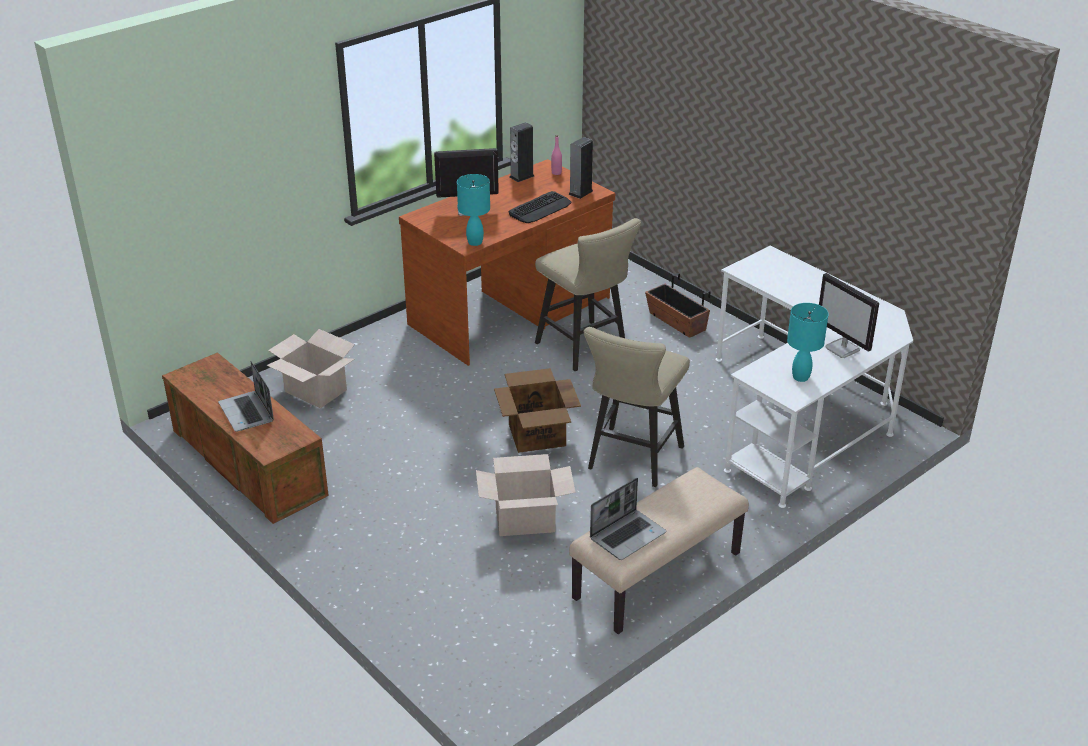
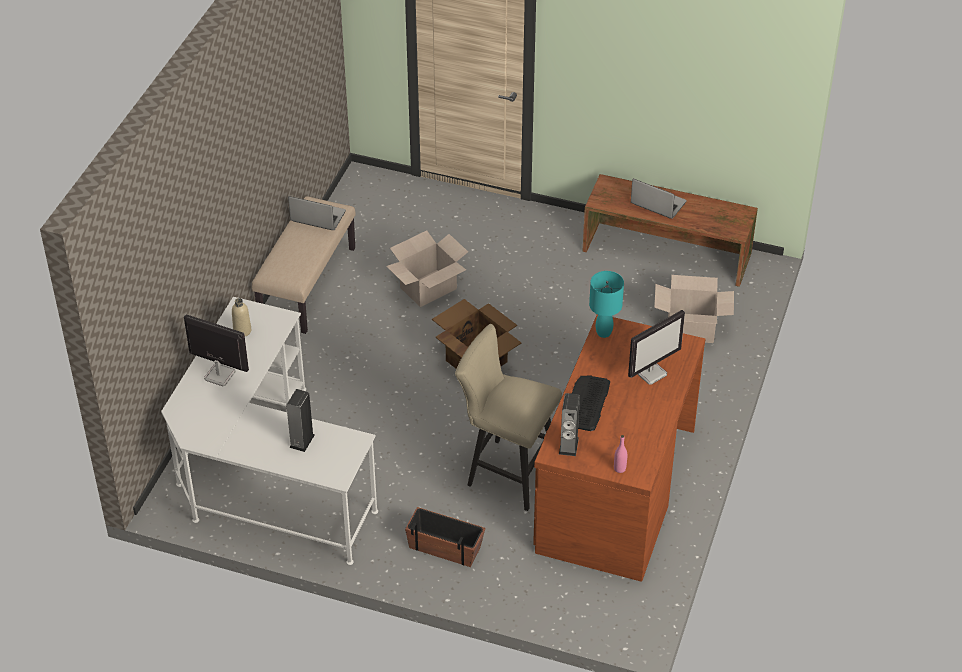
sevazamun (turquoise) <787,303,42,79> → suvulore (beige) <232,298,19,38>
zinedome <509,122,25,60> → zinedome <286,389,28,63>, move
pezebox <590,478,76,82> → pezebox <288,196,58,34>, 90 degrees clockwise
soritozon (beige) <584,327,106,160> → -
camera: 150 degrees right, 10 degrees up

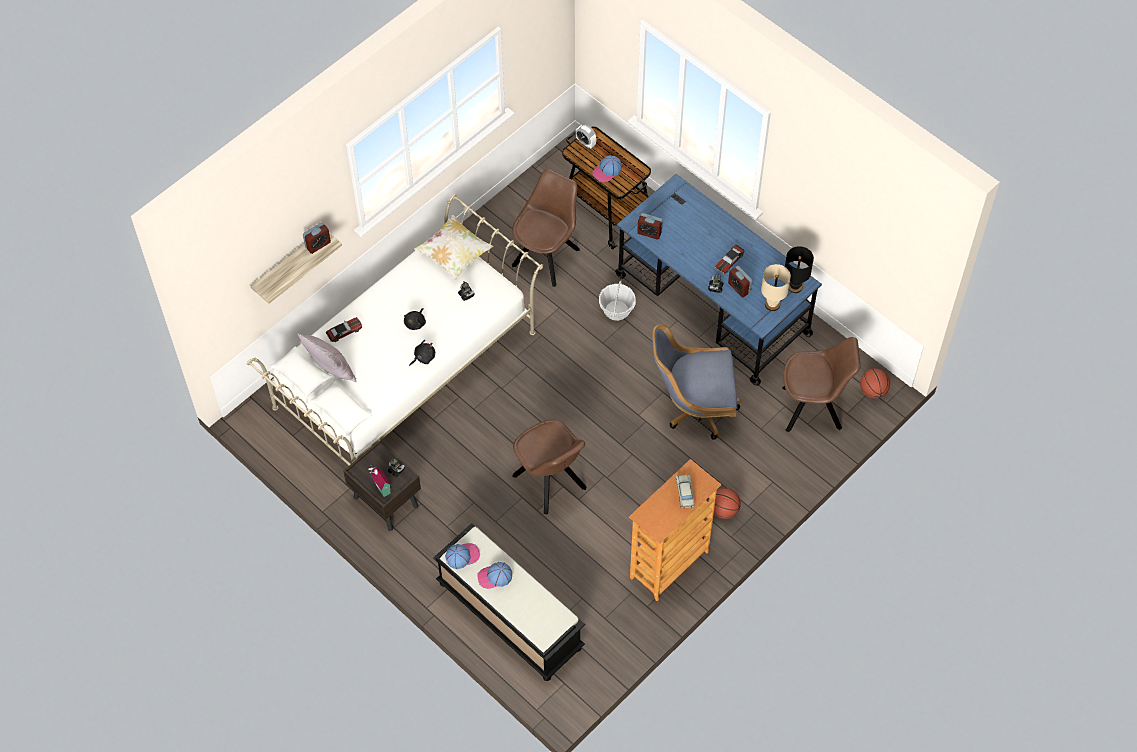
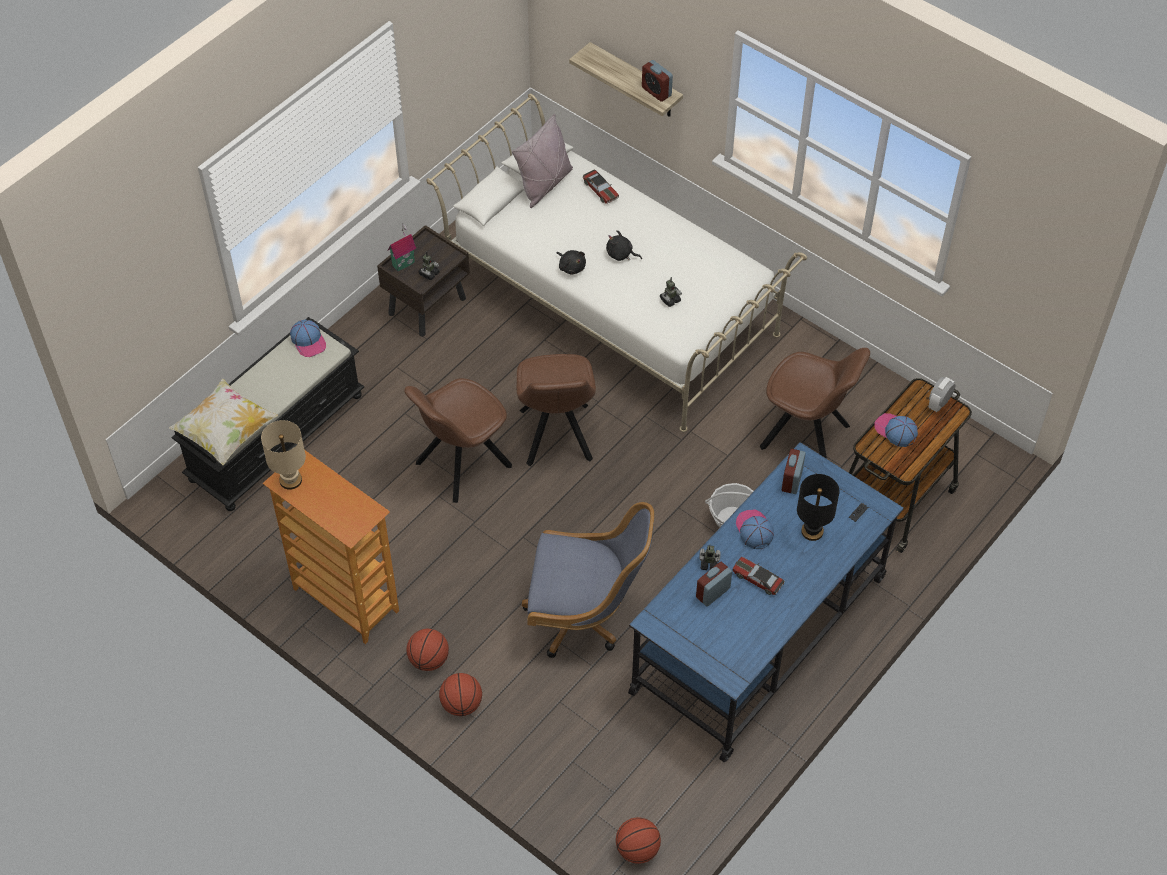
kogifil <414,215,80,65> → kogifil <169,379,109,86>, move
sevazamun (beige) <761,264,30,47> → sevazamun (beige) <261,420,45,70>, move
- → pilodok <439,673,43,43>
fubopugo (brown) <782,337,79,95> → fubopugo (brown) <517,354,79,112>, move
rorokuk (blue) <652,324,89,116> → rorokuk (blue) <522,502,132,156>, 105 degrees clockwise
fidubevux <478,562,34,27> → fidubevux <736,509,38,40>, move
sevazamun (black) <785,246,29,47> → sevazamun (black) <797,474,43,67>, move
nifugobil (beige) <675,474,20,34> → -
camera: 85 degrees right, 5 degrees down

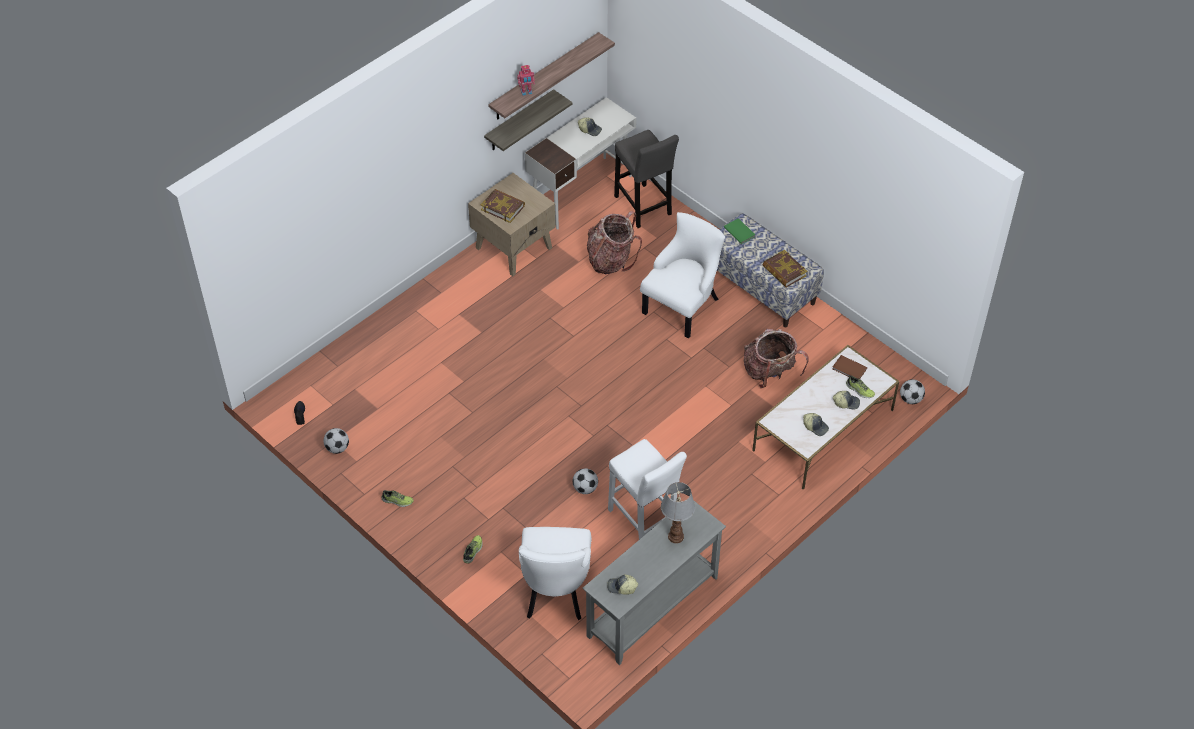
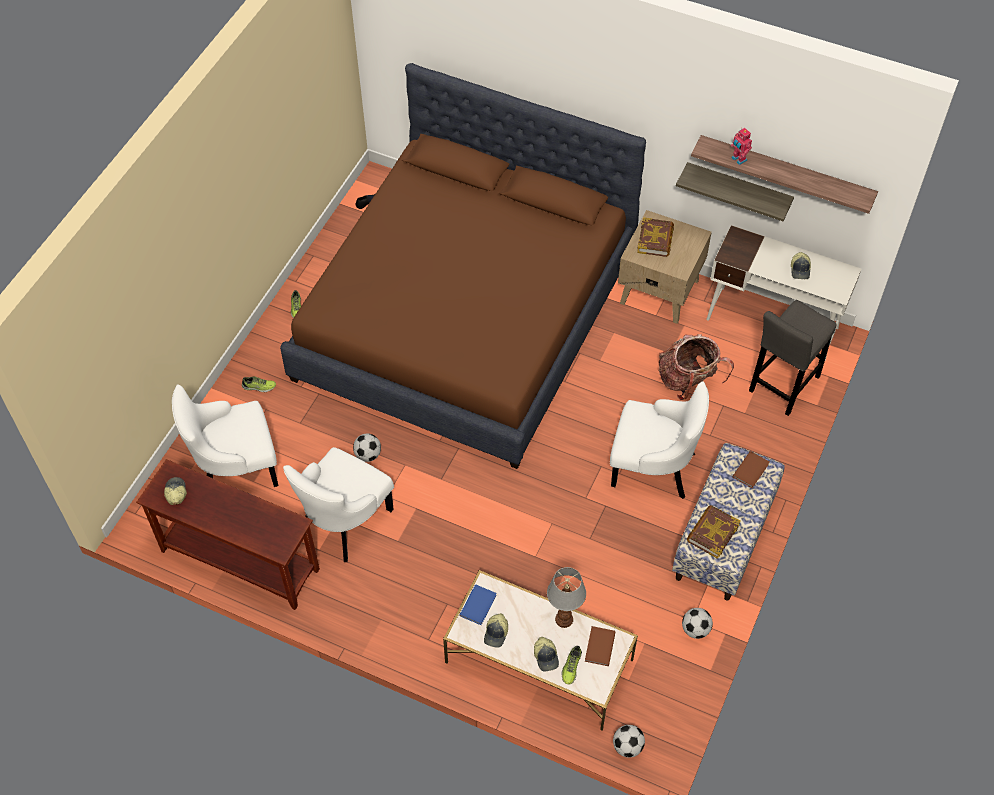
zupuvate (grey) <582,501,144,164> → zupuvate (brown) <136,459,184,151>
- → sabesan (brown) <280,63,366,406>
soritozon (white) <608,439,79,101> → fubopugo (white) <283,447,111,115>
- → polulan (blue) <459,585,38,40>
sevazamun <661,482,34,62> → sevazamun <547,567,39,61>, move
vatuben <324,428,25,26> → vatuben <682,608,31,31>, move
polulan (green) <724,218,31,26> → polulan (brown) <732,451,38,37>
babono <744,329,65,59> → -
camera: 70 degrees right, 5 degrees up

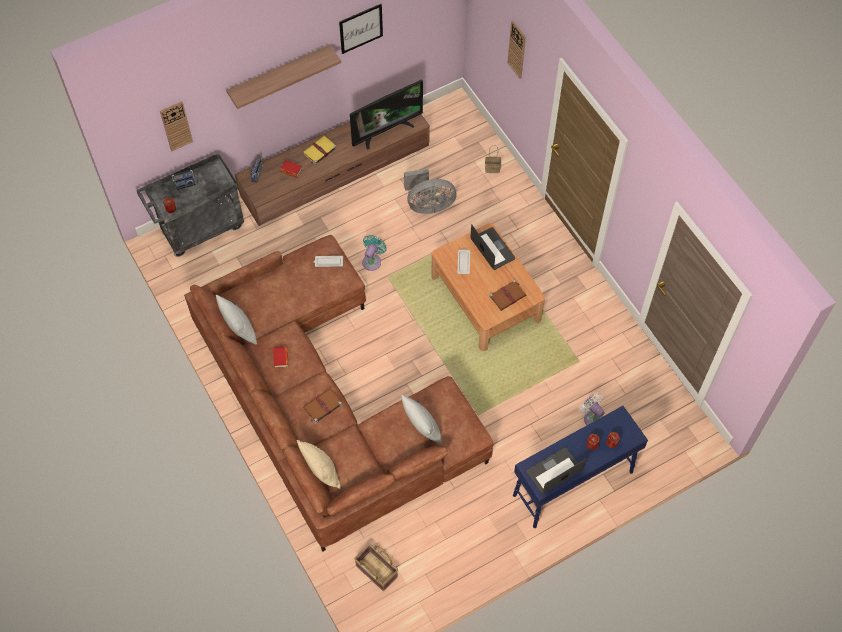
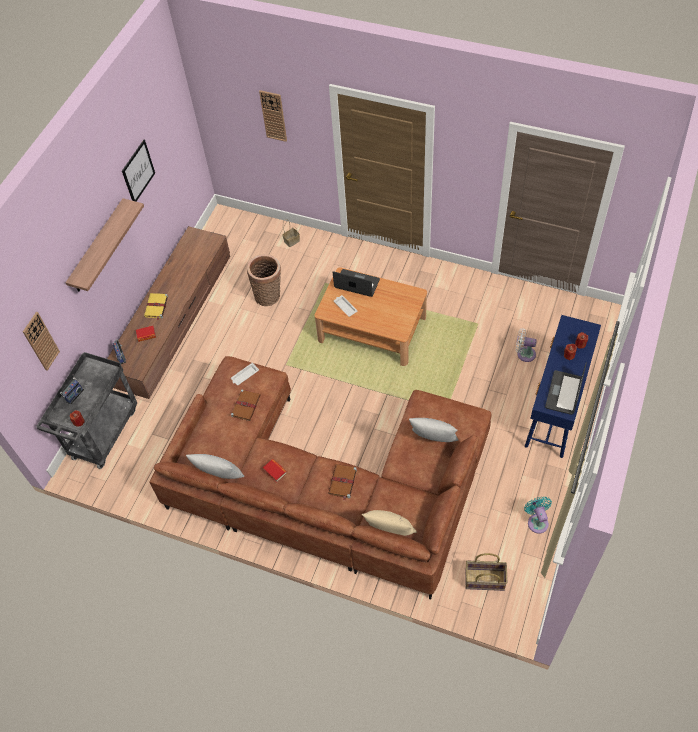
polulan (brown) <489,280,37,31> → polulan (brown) <231,390,29,31>, move
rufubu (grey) <404,169,53,45> → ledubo <247,254,34,52>
rufubu (turquoise) <362,235,25,36> → rufubu (turquoise) <524,497,28,37>, move
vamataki <350,79,73,71> → -
camera: 35 degrees left, 5 degrees down

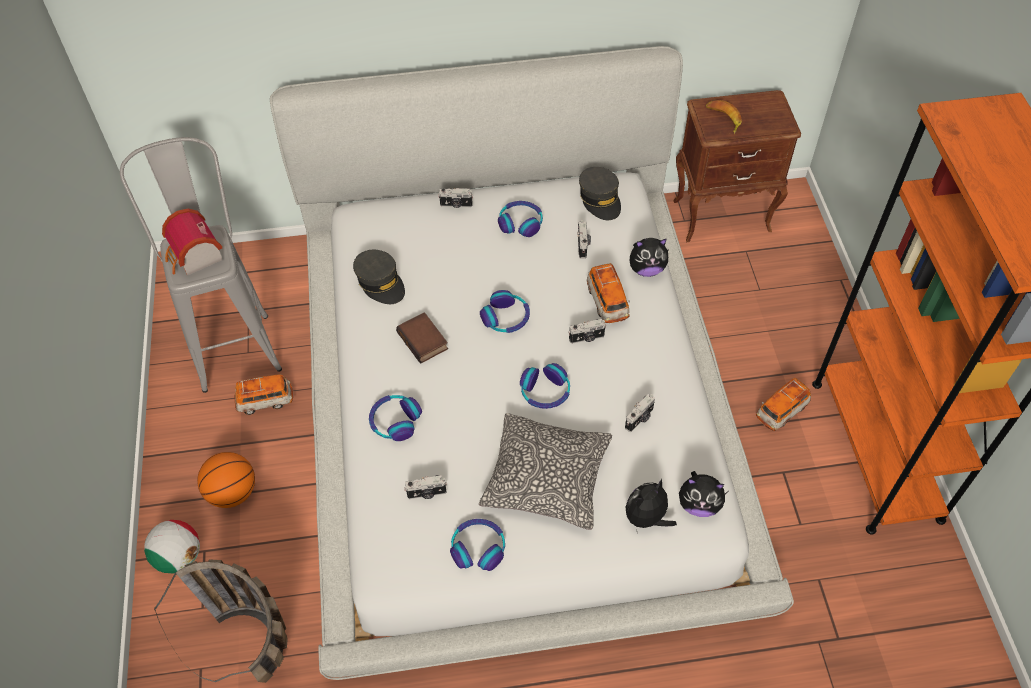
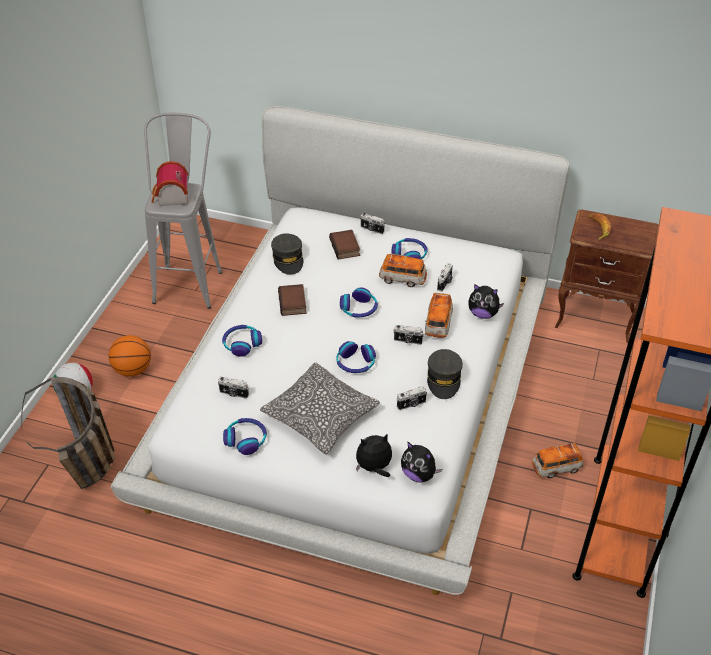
- → polulan <329,230,31,30>
nifugobil <234,374,59,41> → nifugobil <379,254,48,33>, move
fidubevux (grey) <579,167,42,53> → fidubevux (grey) <427,349,36,50>, move
camera: 25 degrees right, 10 degrees down

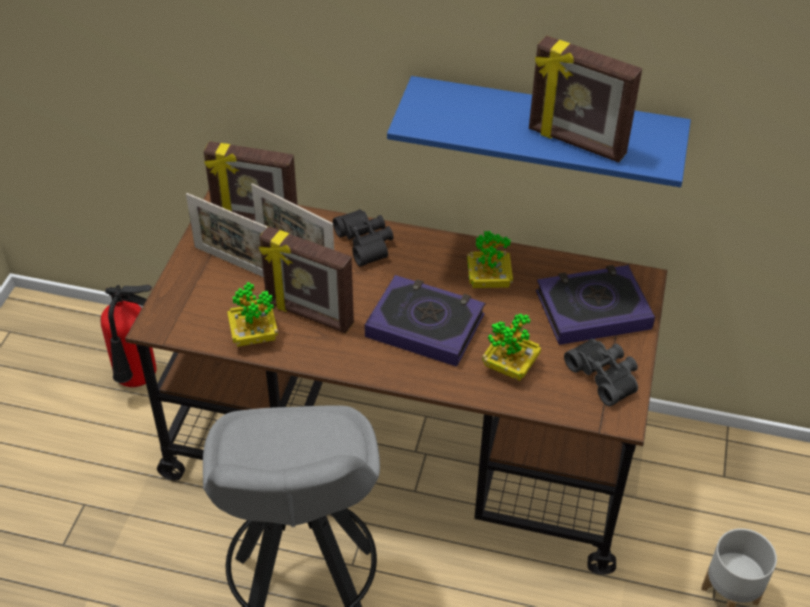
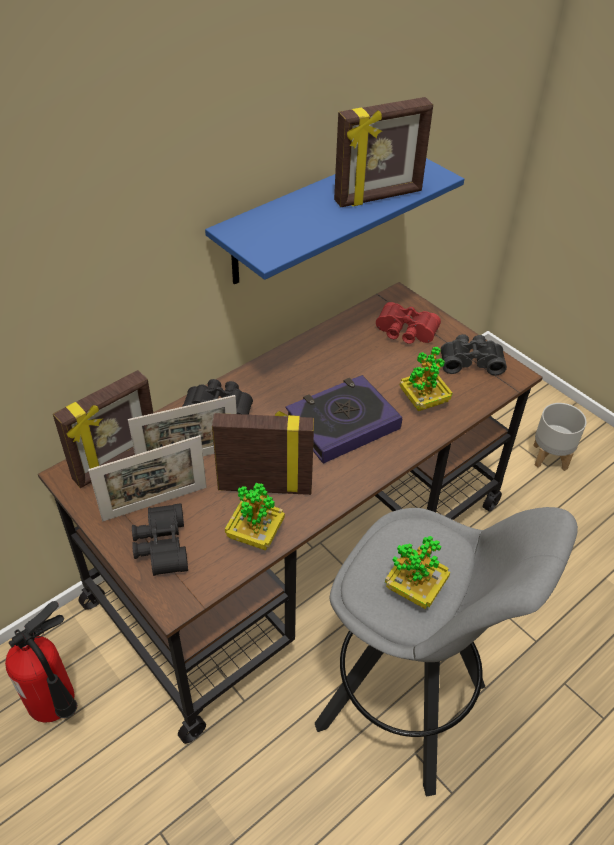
- → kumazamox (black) <132,503,56,73>
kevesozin <259,226,95,108> → kevesozin <212,411,102,84>, 150 degrees counterclockwise
polulan <536,265,119,80> → kumazamox (red) <376,302,65,42>
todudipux <467,231,46,57> → todudipux <385,536,65,73>, move
camera: 55 degrees left, 0 degrees up

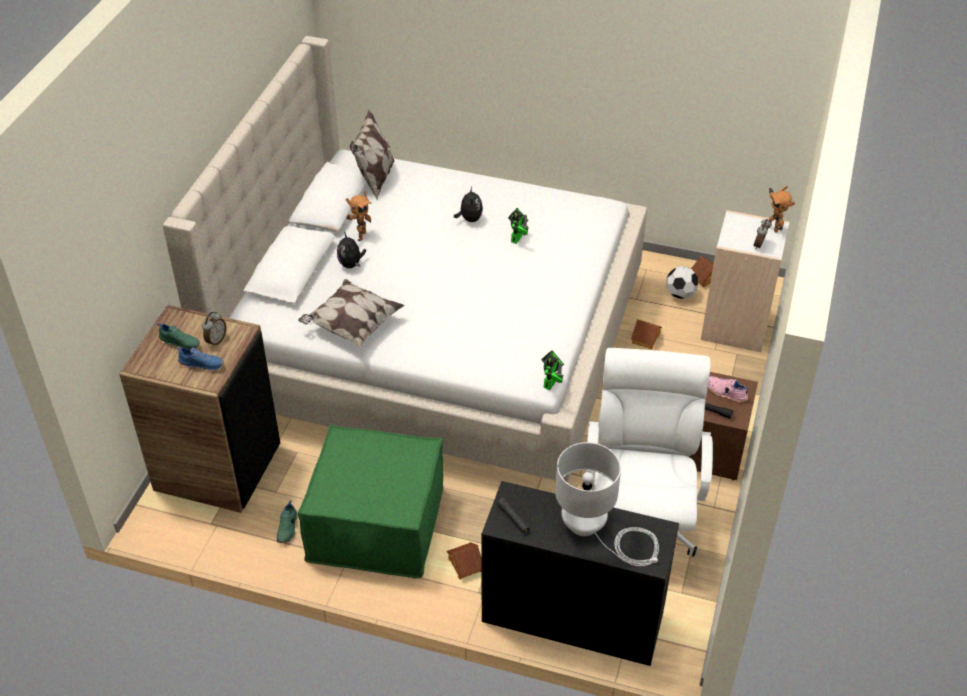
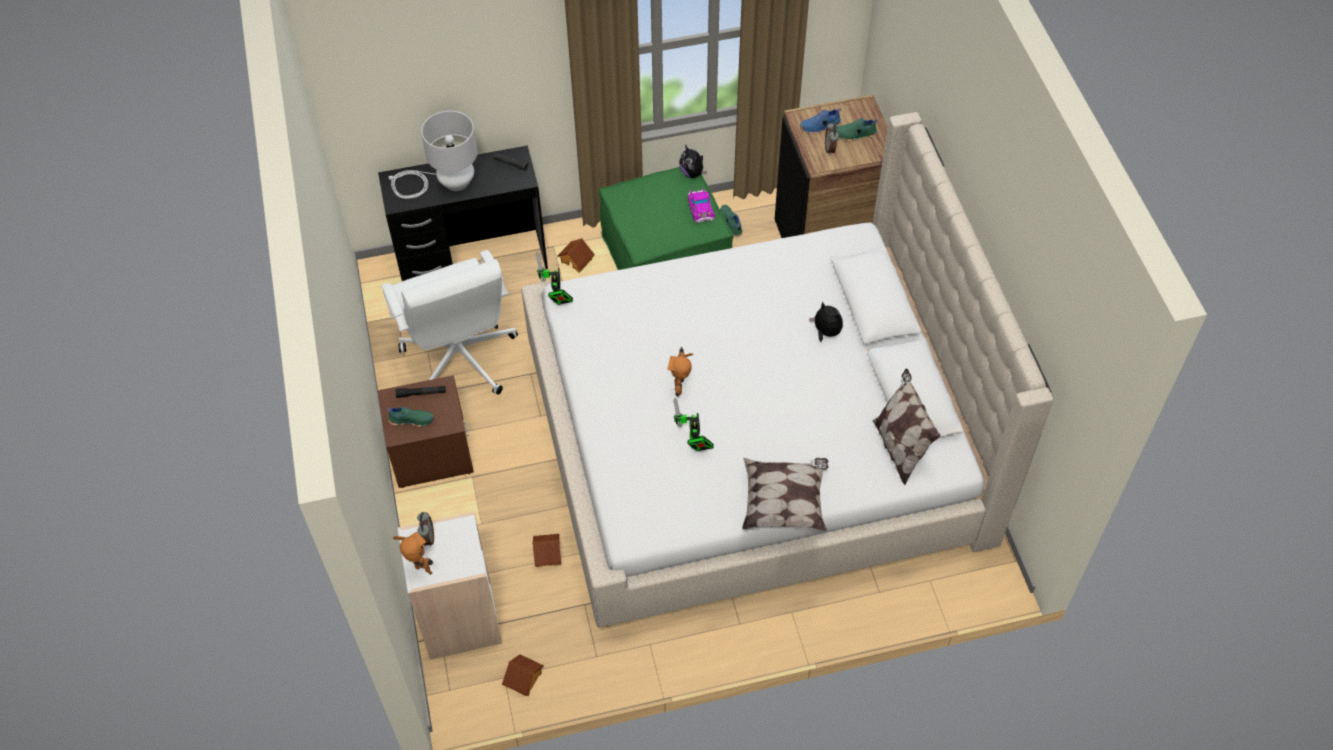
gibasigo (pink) <708,376,41,27> → gibasigo (green) <387,407,46,20>
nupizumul <345,190,27,51> → nupizumul <667,347,26,50>, move
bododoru <454,187,29,35> → bododoru <679,145,28,33>, move
- → nifugobil <688,187,27,36>
kogifil <298,279,106,70> → kogifil <742,458,87,73>, move
vatuben <666,266,32,33> → -
camera: 150 degrees right, 10 degrees up

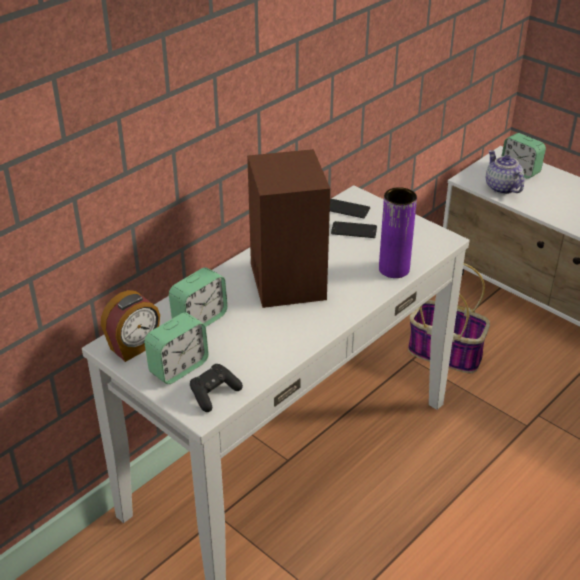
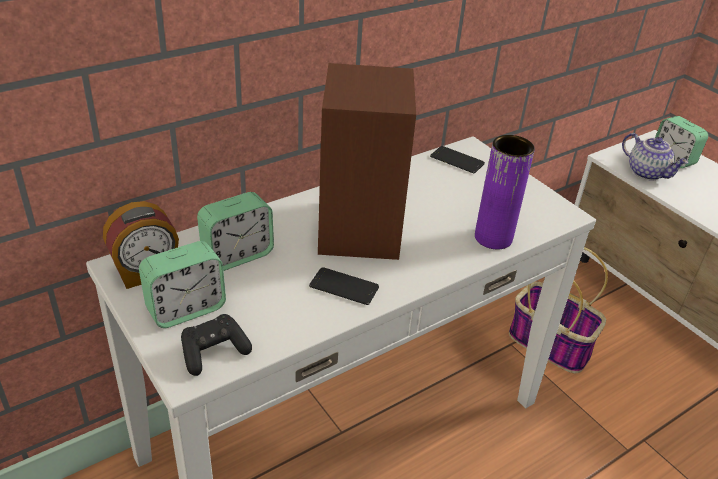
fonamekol <331,221,46,17> → fonamekol <309,267,70,38>, move
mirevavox <486,150,38,44> → mirevavox <622,133,67,48>, 150 degrees clockwise
camera: 10 degrees right, 0 degrees up

